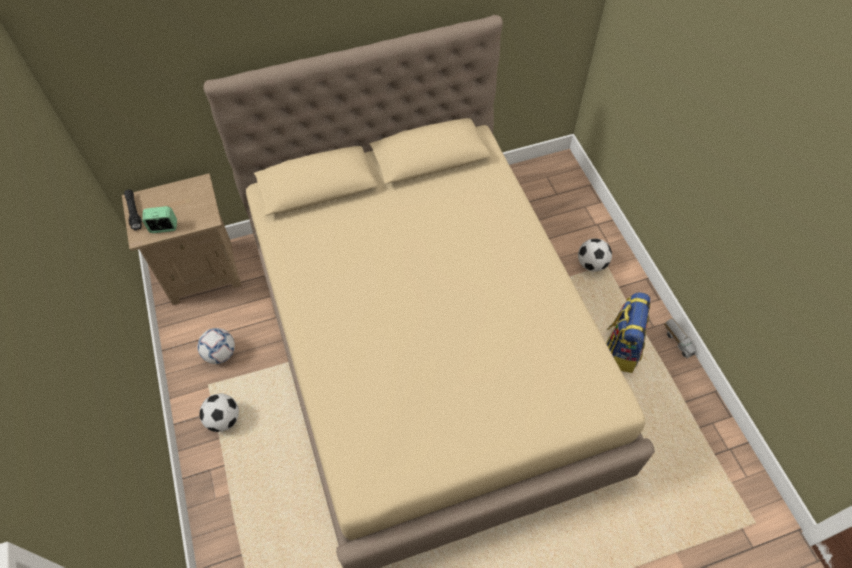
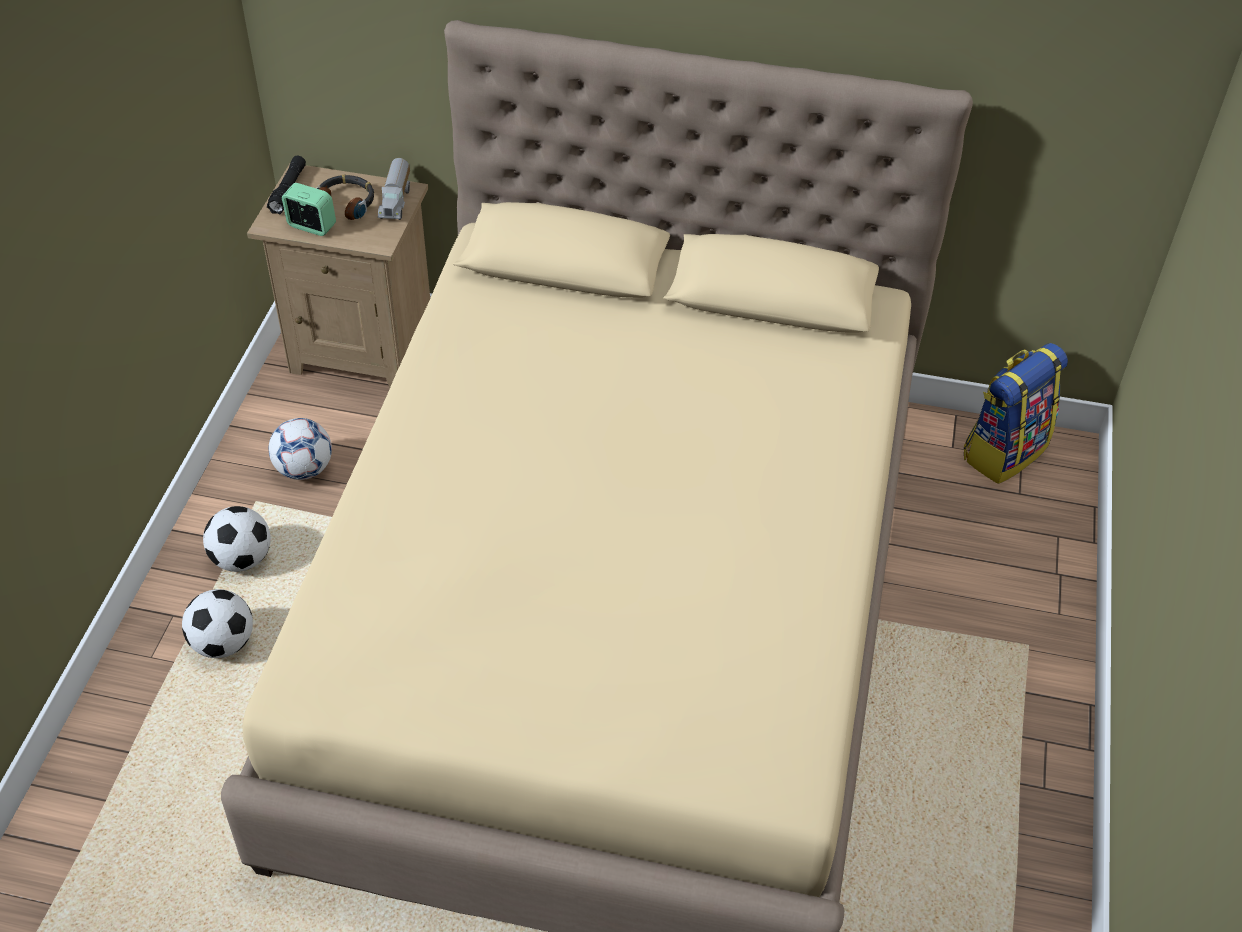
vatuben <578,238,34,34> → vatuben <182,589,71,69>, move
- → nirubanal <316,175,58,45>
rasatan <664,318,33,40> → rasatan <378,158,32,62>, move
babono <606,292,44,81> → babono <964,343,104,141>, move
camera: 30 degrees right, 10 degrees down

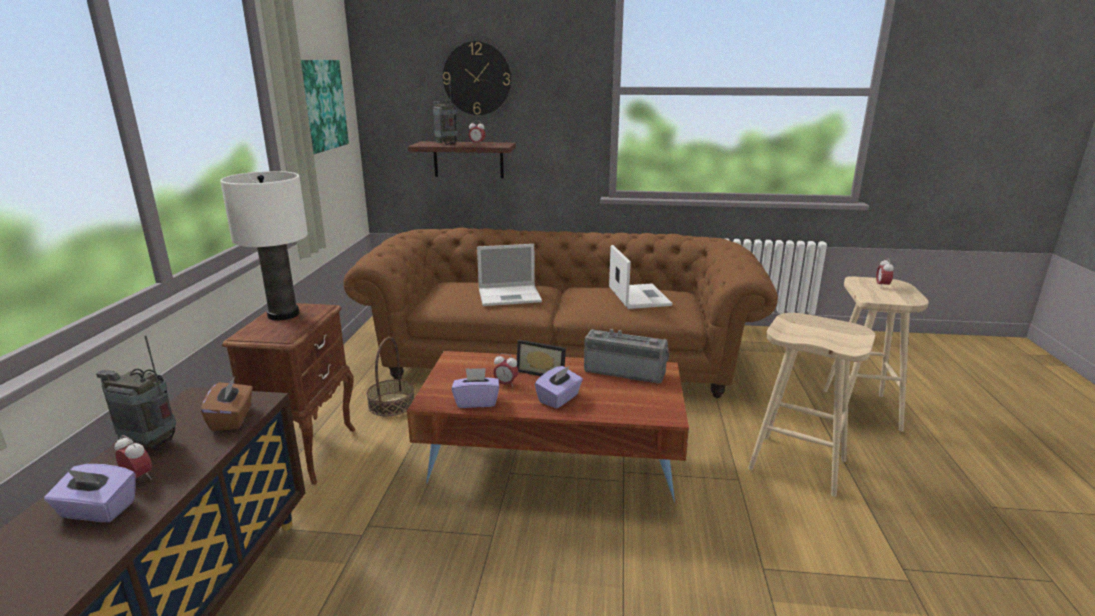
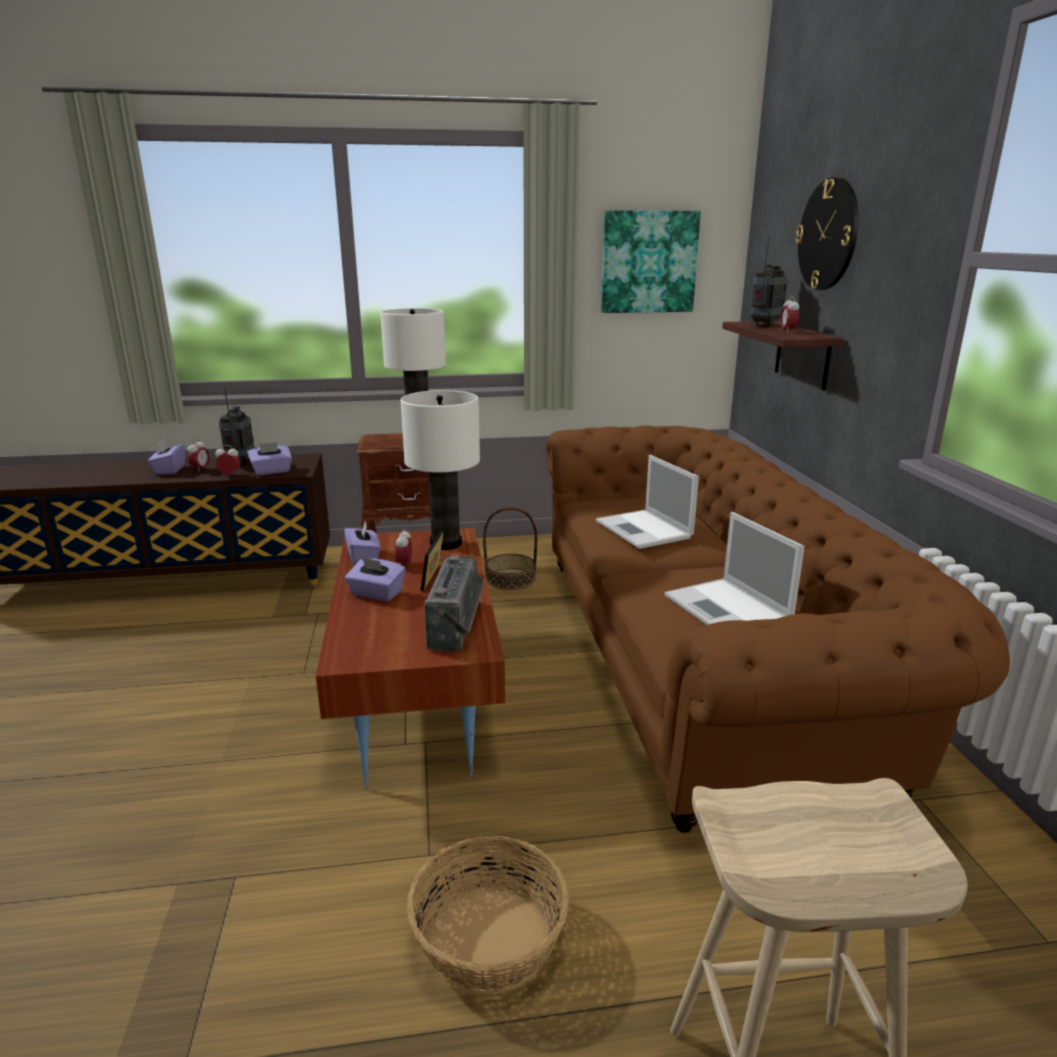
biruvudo <876,258,18,29> → biruvudo <215,445,25,30>, move
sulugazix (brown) <201,376,52,55> → sulugazix (purple) <247,442,45,33>
- → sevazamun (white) <401,390,79,160>
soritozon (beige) <748,313,127,184> → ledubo <407,836,162,156>
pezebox <609,245,64,64> → pezebox <664,512,141,113>, 90 degrees clockwise
camera: 75 degrees right, 0 degrees up

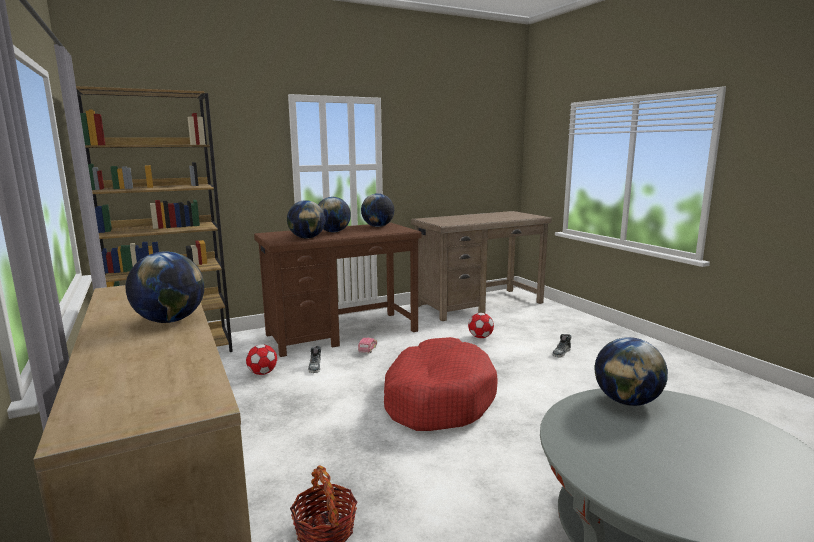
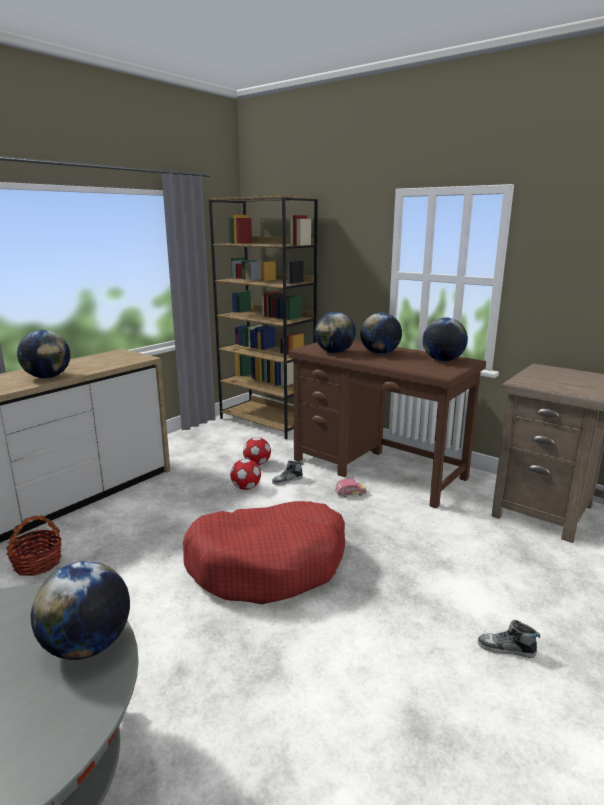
vatuben <468,313,26,25> → vatuben <230,459,31,31>, move
camera: 65 degrees right, 5 degrees up

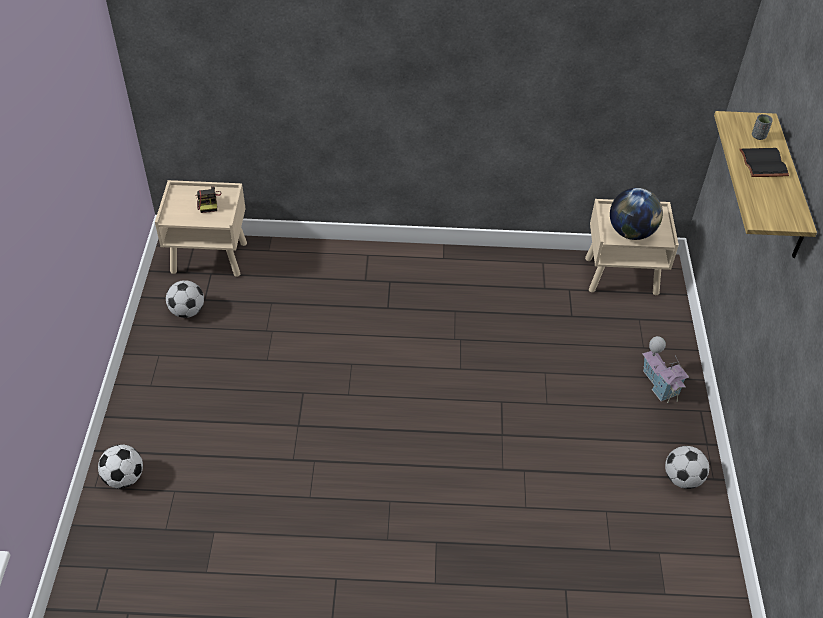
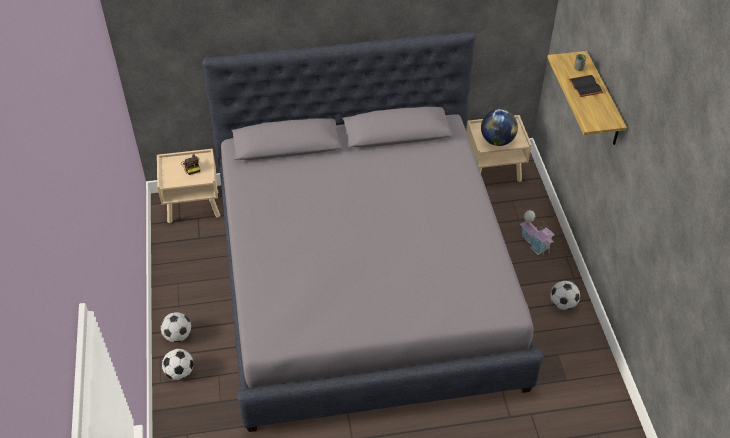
vatuben <166,280,38,38> → vatuben <161,312,30,30>, move
- → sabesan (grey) <202,31,342,401>
camera: 10 degrees left, 0 degrees up

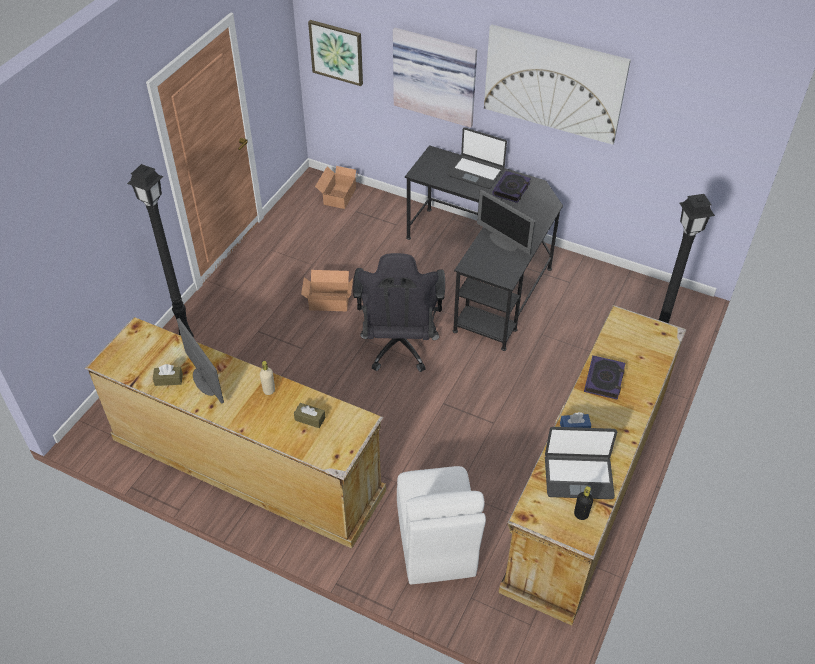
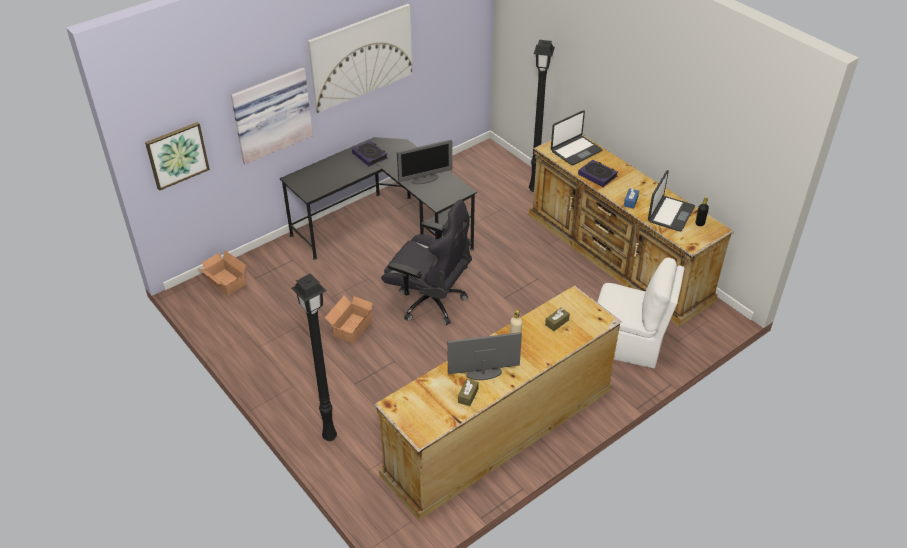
pezebox <447,128,60,61> → pezebox <551,110,52,55>, move
camera: 65 degrees left, 5 degrees down

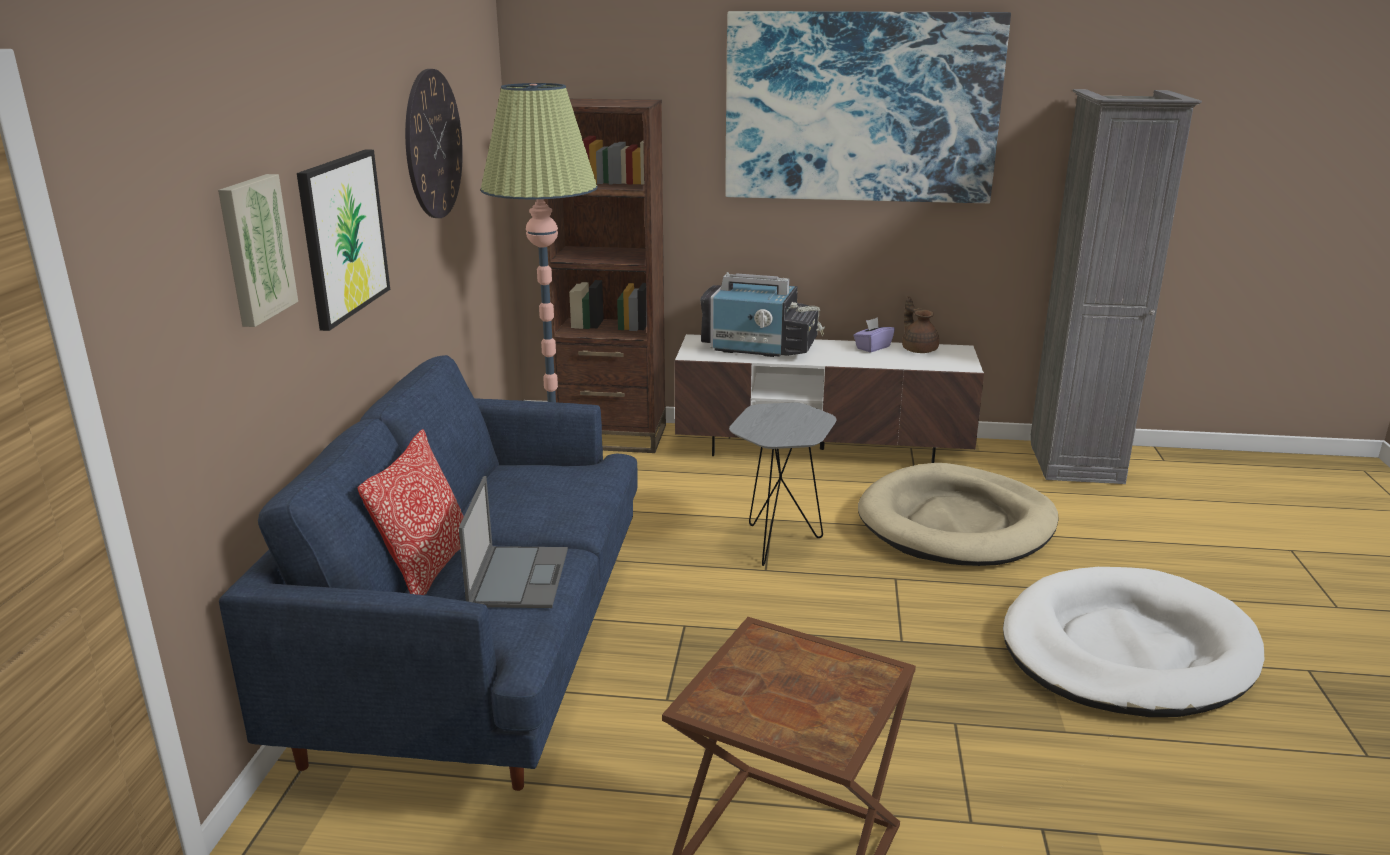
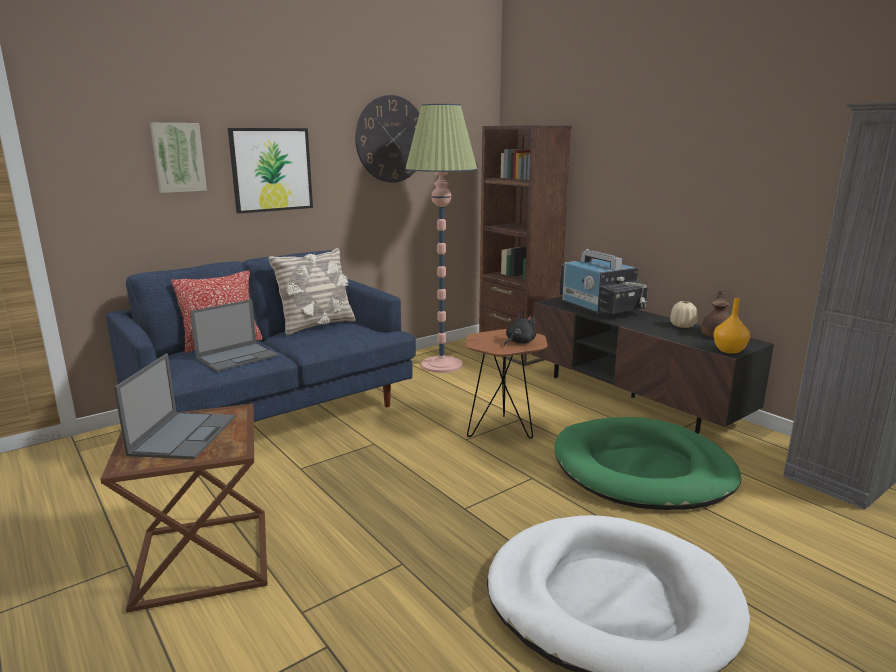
- → pezebox <114,354,121,105>
- → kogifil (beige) <269,248,86,87>
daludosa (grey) <729,403,108,163> → daludosa (brown) <465,329,83,110>
- → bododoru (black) <504,314,32,32>
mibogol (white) <675,334,309,129> → mibogol (black) <531,296,243,138>
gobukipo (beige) <858,463,201,103> → gobukipo (green) <554,417,187,93>
sulugazix (purple) <853,317,42,35> → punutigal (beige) <670,301,28,27>
- → punutigal (orange) <713,298,37,56>
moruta <725,11,286,192> → -
camera: 45 degrees right, 5 degrees down

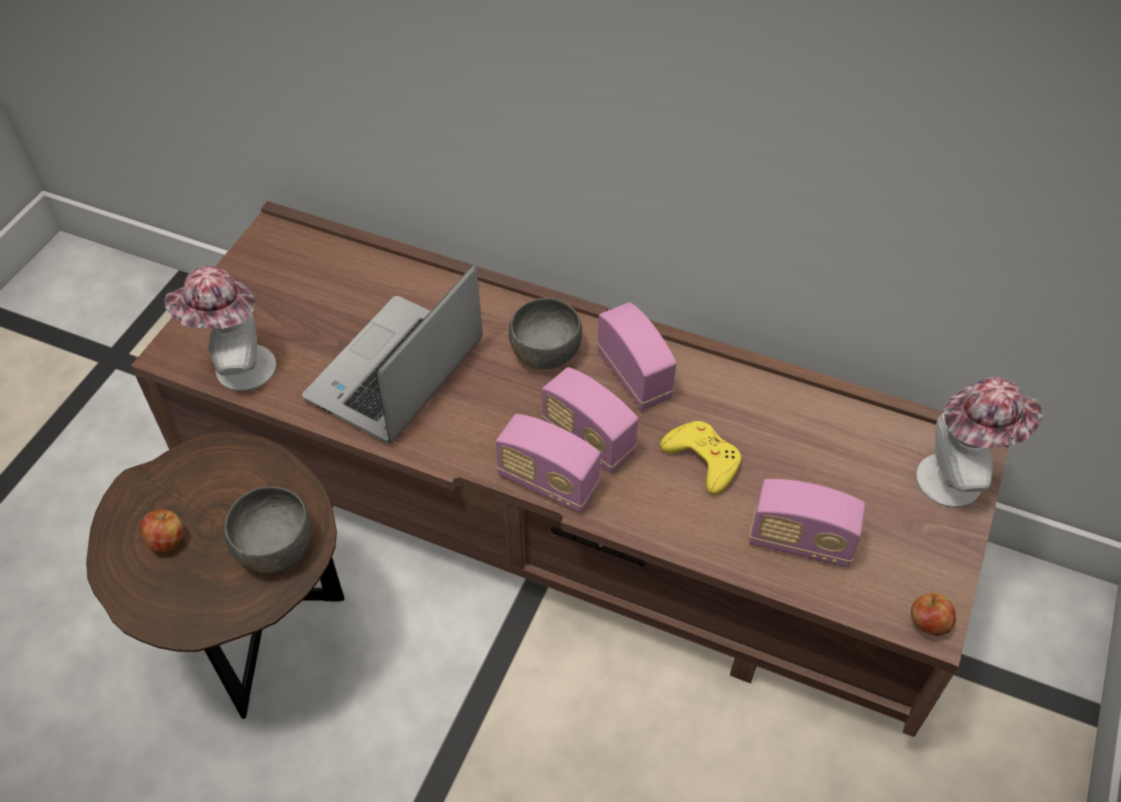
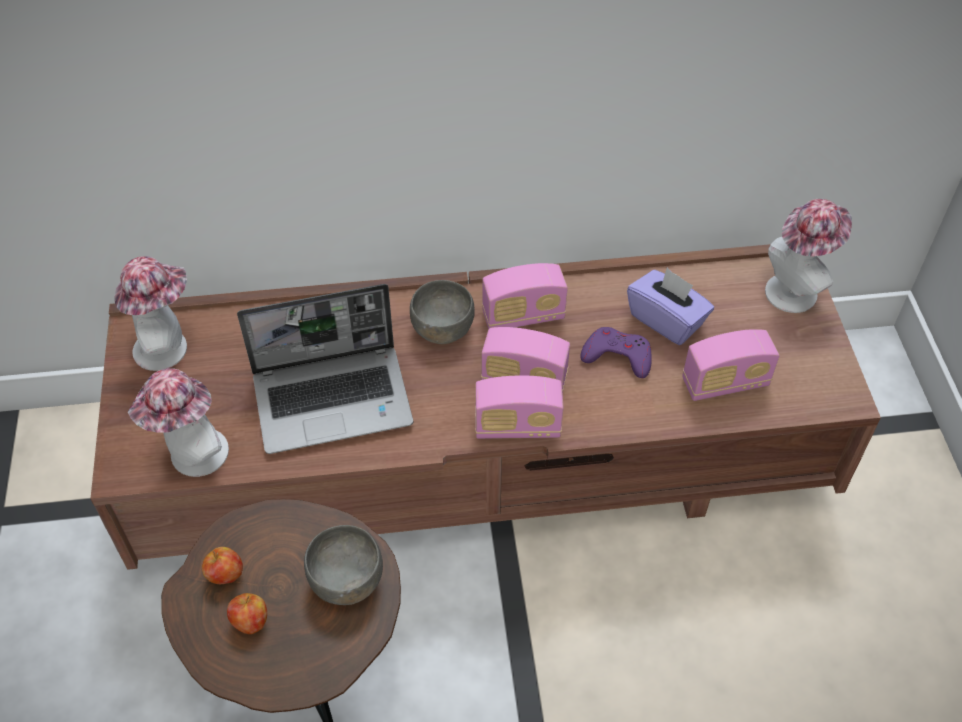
- → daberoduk <114,256,73,115>
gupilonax <911,593,45,43> → gupilonax <202,547,41,37>, move
pezebox <302,264,181,179> → pezebox <237,284,176,170>, 105 degrees counterclockwise
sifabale <597,302,80,108> → sifabale <482,263,86,66>, 135 degrees clockwise
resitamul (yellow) <660,421,81,74> → resitamul (purple) <580,327,72,51>
- → sulugazix (purple) <627,268,87,77>
camera: 30 degrees left, 0 degrees up

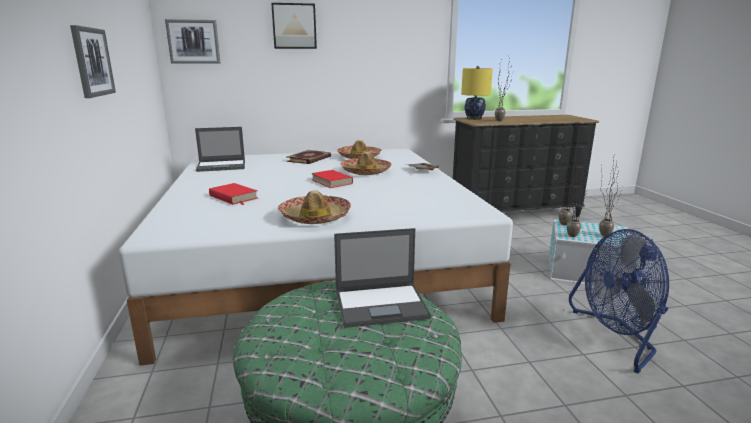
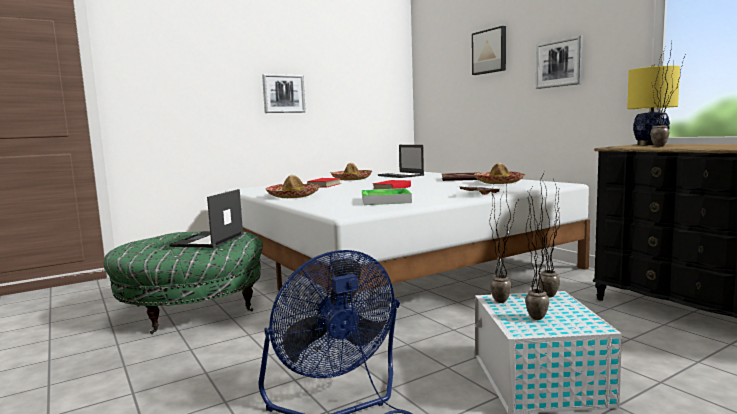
pezebox <334,228,97,100> → pezebox <169,189,75,59>, 45 degrees clockwise
daberoduk <340,152,52,23> → daberoduk <330,163,42,17>, move
- → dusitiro <362,188,50,17>
moruta <165,19,55,45> → moruta <536,35,47,54>, move
camera: 70 degrees right, 10 degrees down

